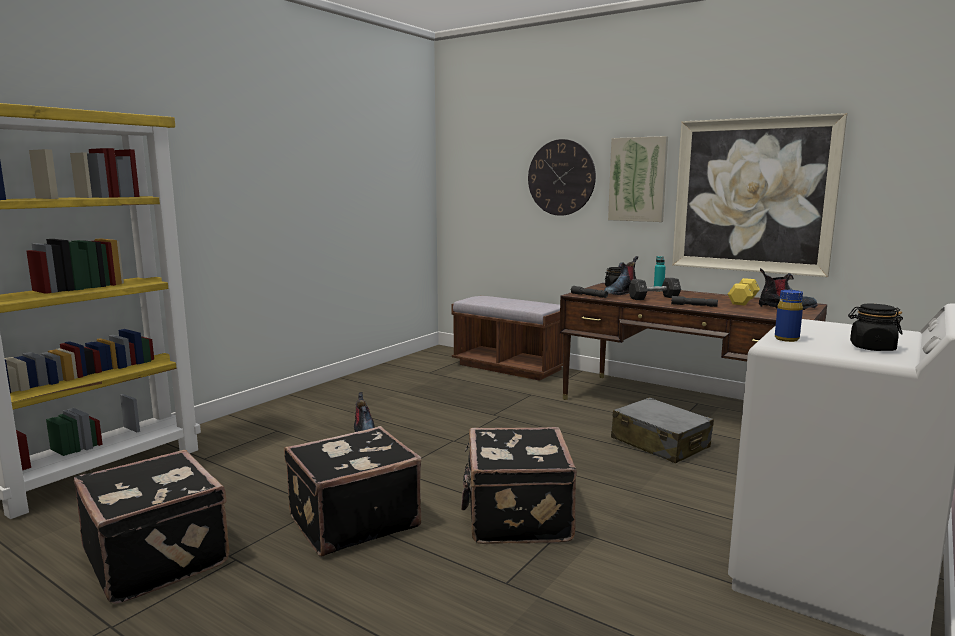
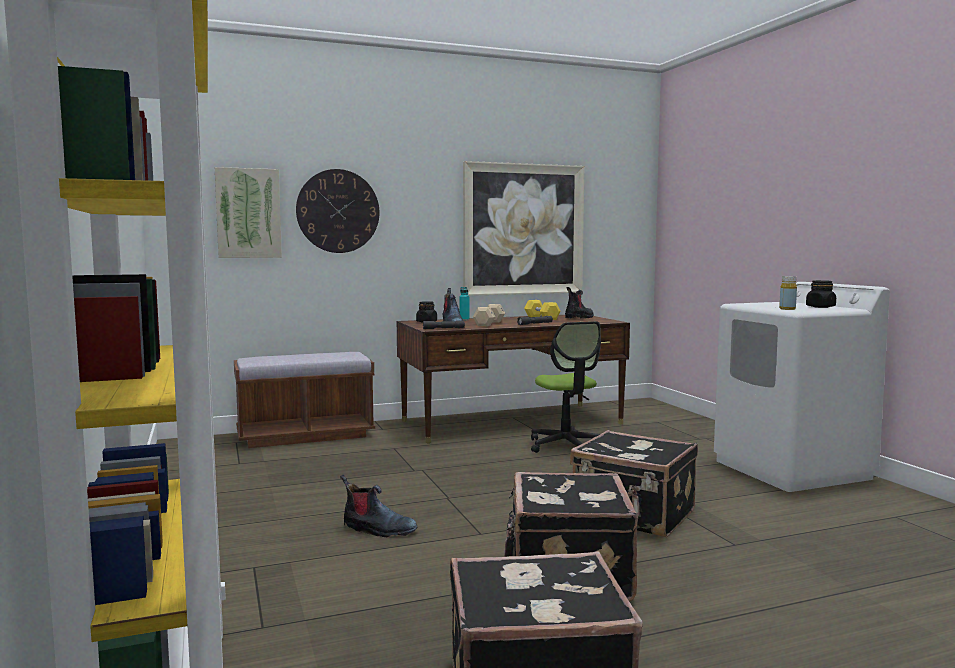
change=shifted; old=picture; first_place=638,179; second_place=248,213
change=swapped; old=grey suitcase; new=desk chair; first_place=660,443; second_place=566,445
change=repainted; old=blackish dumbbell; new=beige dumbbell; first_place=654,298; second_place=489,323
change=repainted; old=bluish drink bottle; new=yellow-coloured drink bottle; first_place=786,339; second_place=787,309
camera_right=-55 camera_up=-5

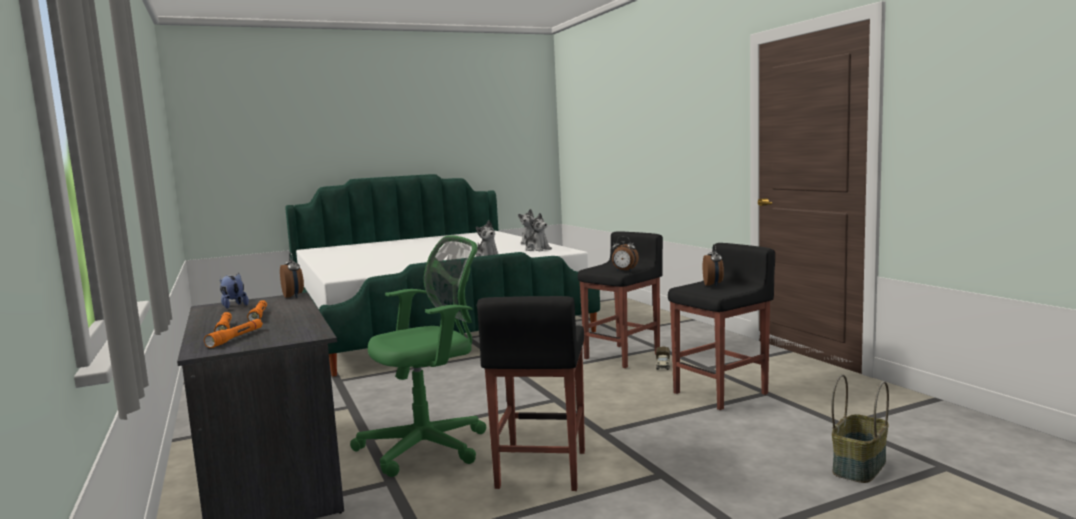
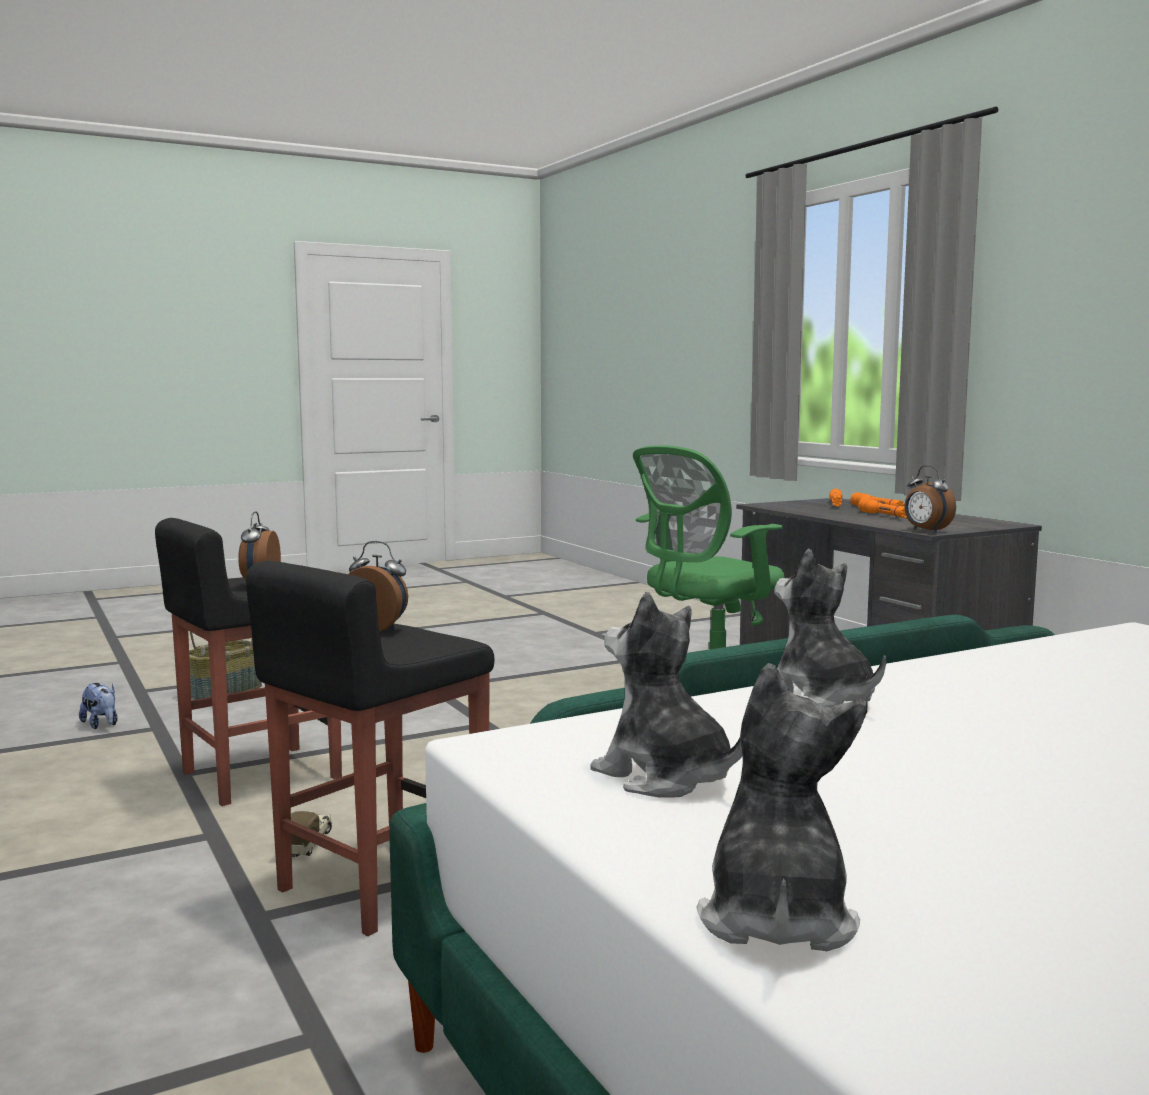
change=shifted; old=cuddly toy; first_place=233,306; second_place=101,725
change=gone; old=blackish sitting stool; first_place=541,470
camera_right=175 camera_up=0

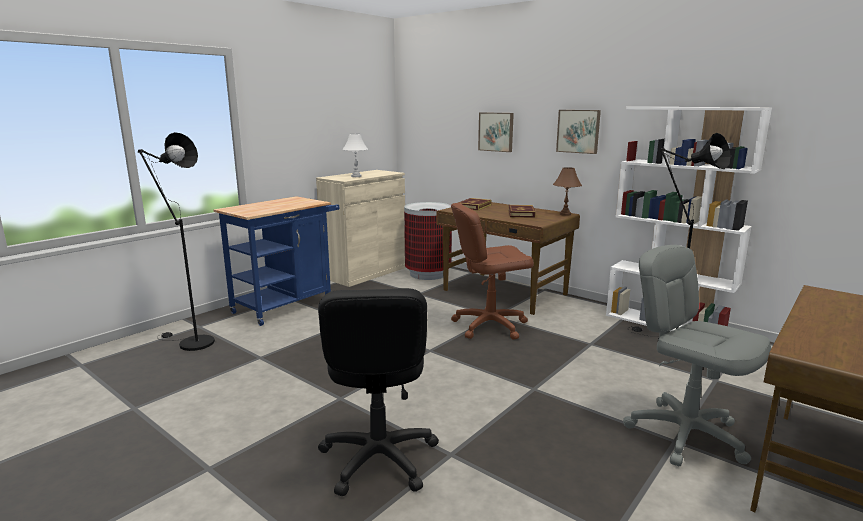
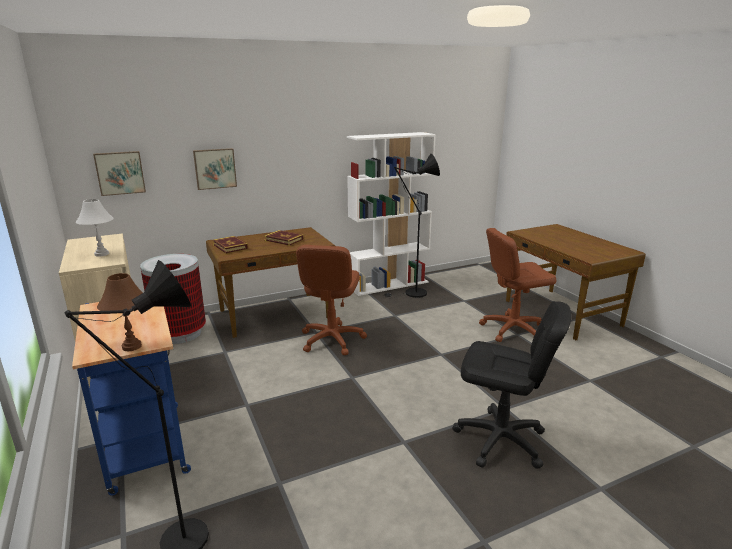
change=shifted; old=brown table lamp; first_place=565,214; second_place=132,347
change=shifted; old=picture; first_place=578,131; second_place=120,173
change=repainted; old=grey desk chair; new=brown desk chair; first_place=685,434; second_place=512,329
camera_right=-65 camera_up=5

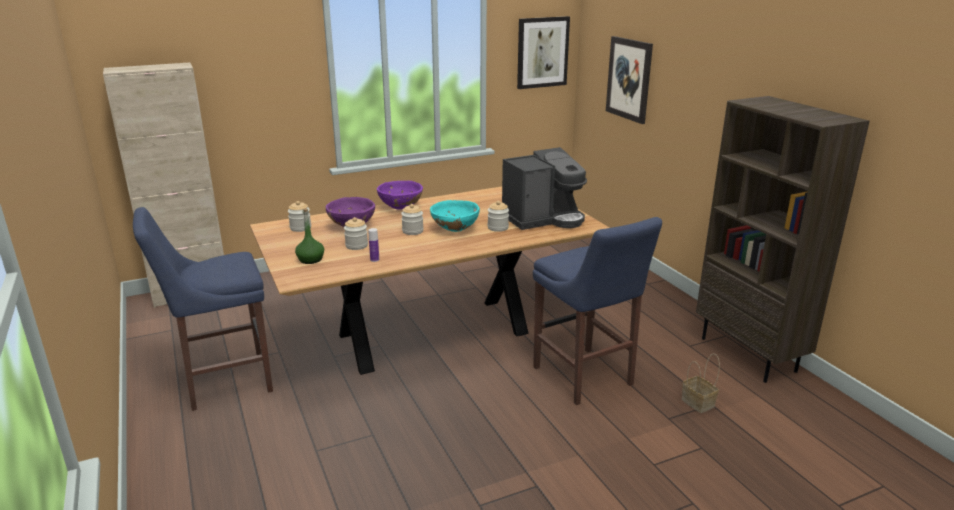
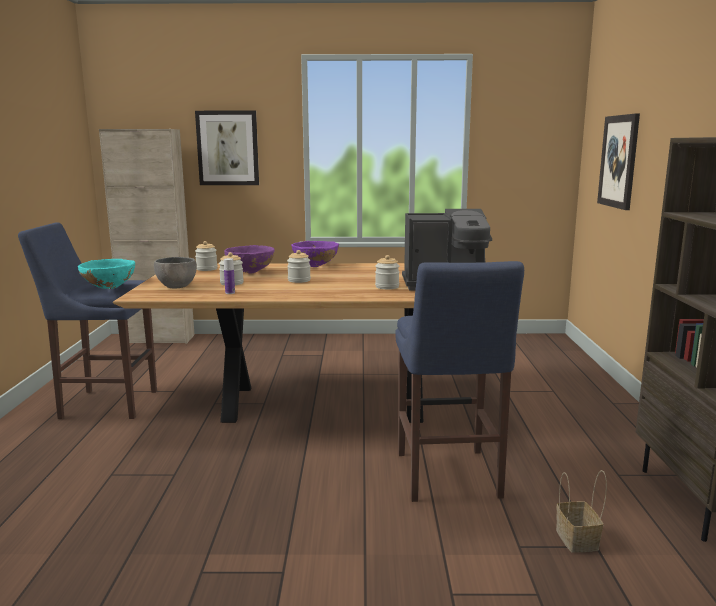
change=swapped; old=greenish drink bottle; new=grey deep dish; first_place=311,259; second_place=177,286
change=shifted; old=turquoise deep dish; first_place=455,230; second_place=109,288
change=shifted; old=picture; first_place=542,52; second_place=228,148
camera_right=25 camera_up=-10

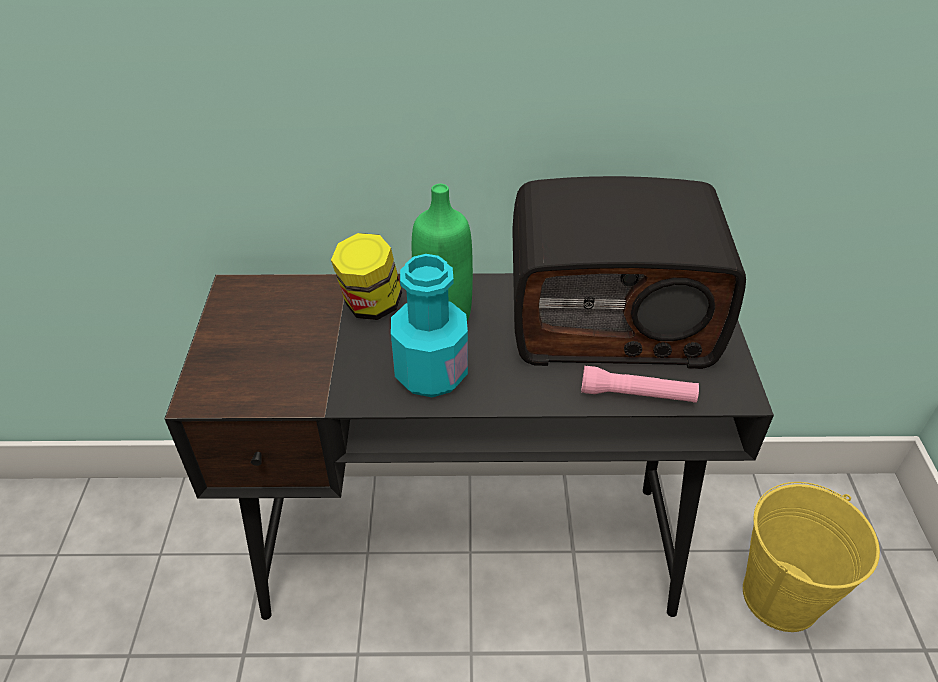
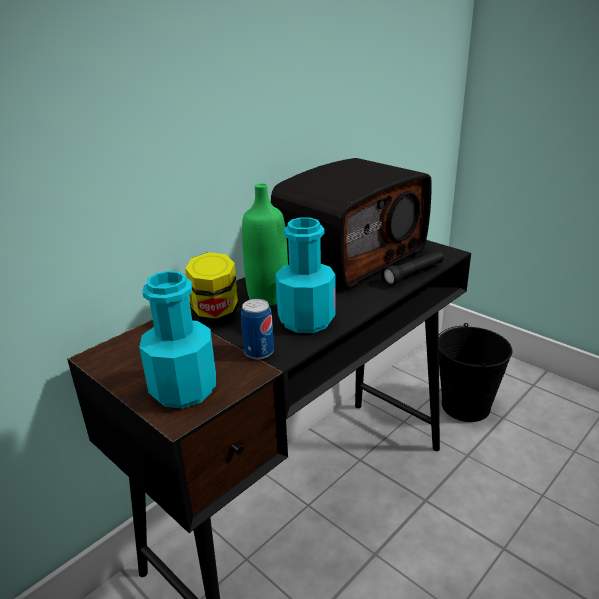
change=repainted; old=pink flashlight; new=blackish flashlight; first_place=637,395; second_place=413,274
change=repainted; old=yellow-coloured water bucket; new=blackish water bucket; first_place=781,596; second_place=466,406
change=new; new=turquoise drink bottle; second_place=184,389
change=new; new=can; second_place=259,352
camera_right=-45 camera_up=-15

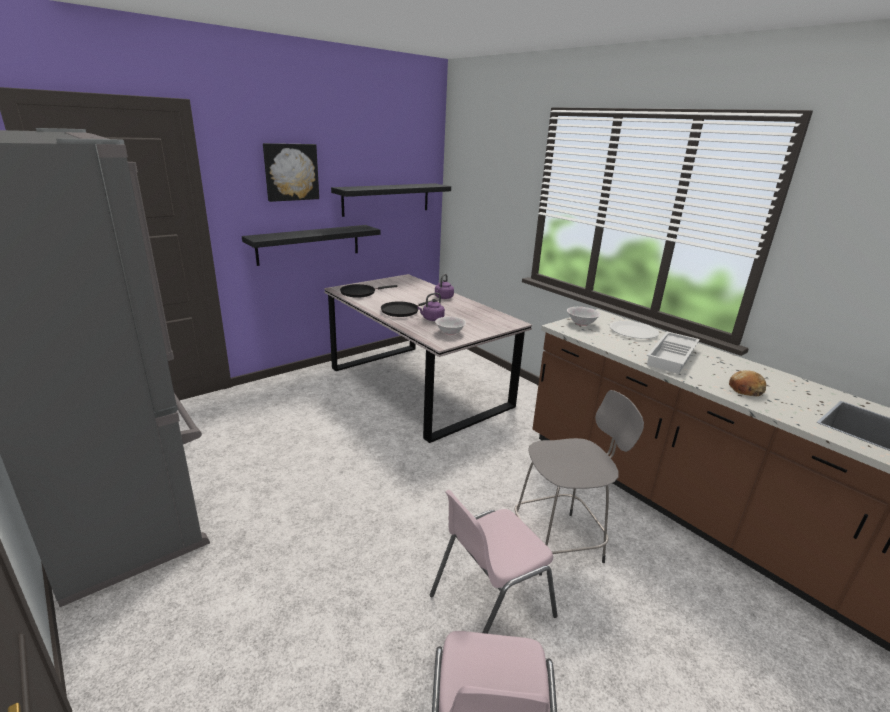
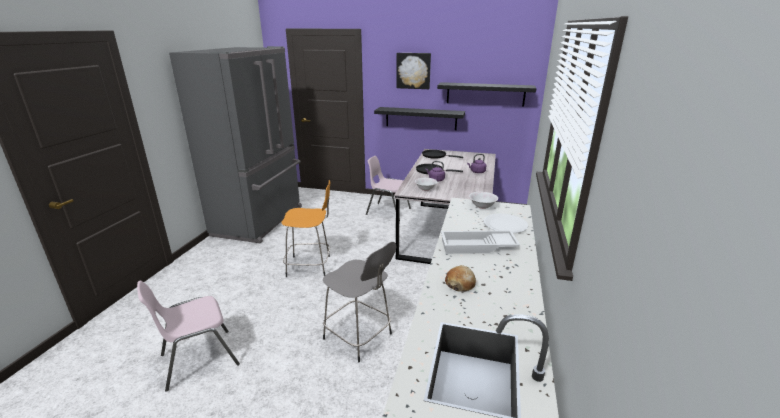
change=shifted; old=pink upright chair; first_place=489,605; second_place=387,211
change=new; new=orange-coloured sitting stool; second_place=310,266
camera_right=55 camera_up=0

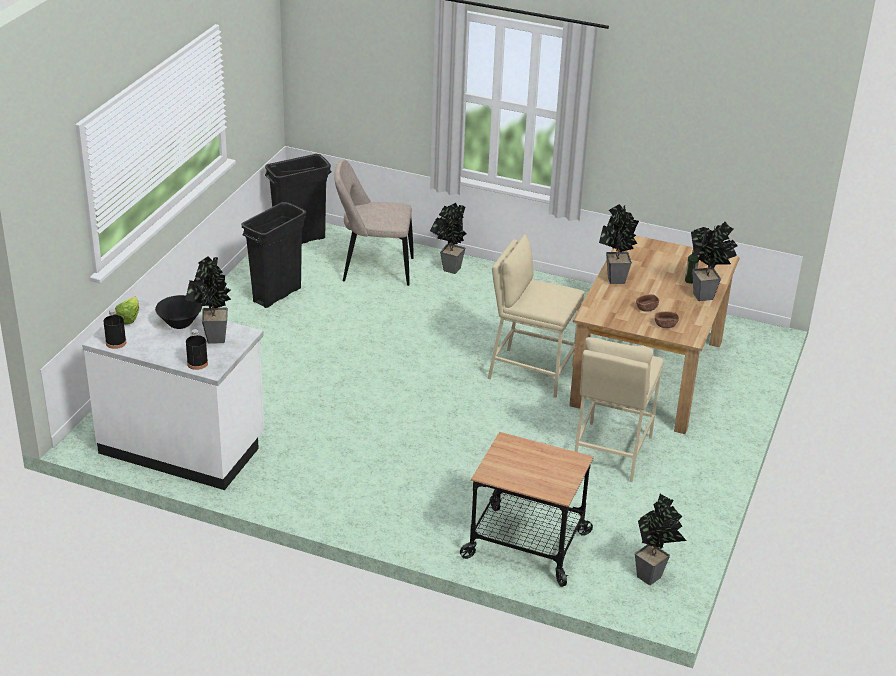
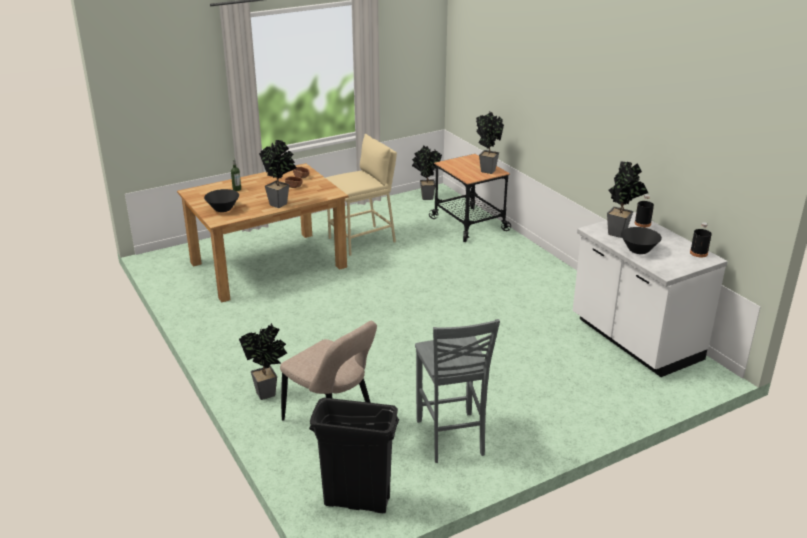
change=gone; old=head of lettuce; first_place=128,318
change=swapped; old=blackish trash can; new=grey upright chair; first_place=277,295; second_place=451,438
change=gone; old=beige sitting stool; first_place=531,372
change=shifted; old=houseplant; first_place=707,297; second_place=486,170
change=new; new=blackish deep dish; second_place=223,209
camera_right=-140 camera_up=-5

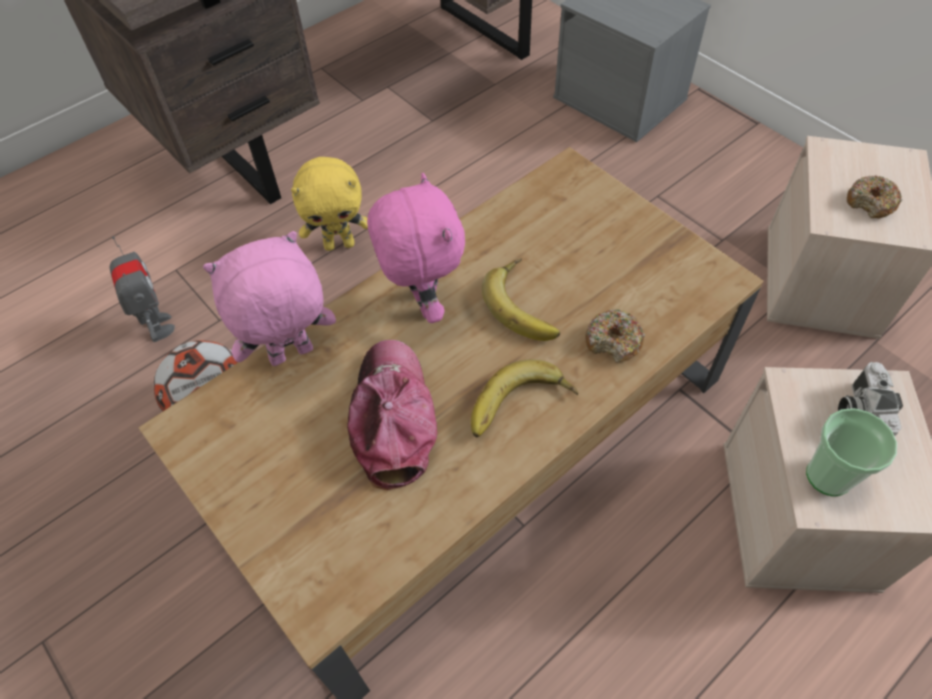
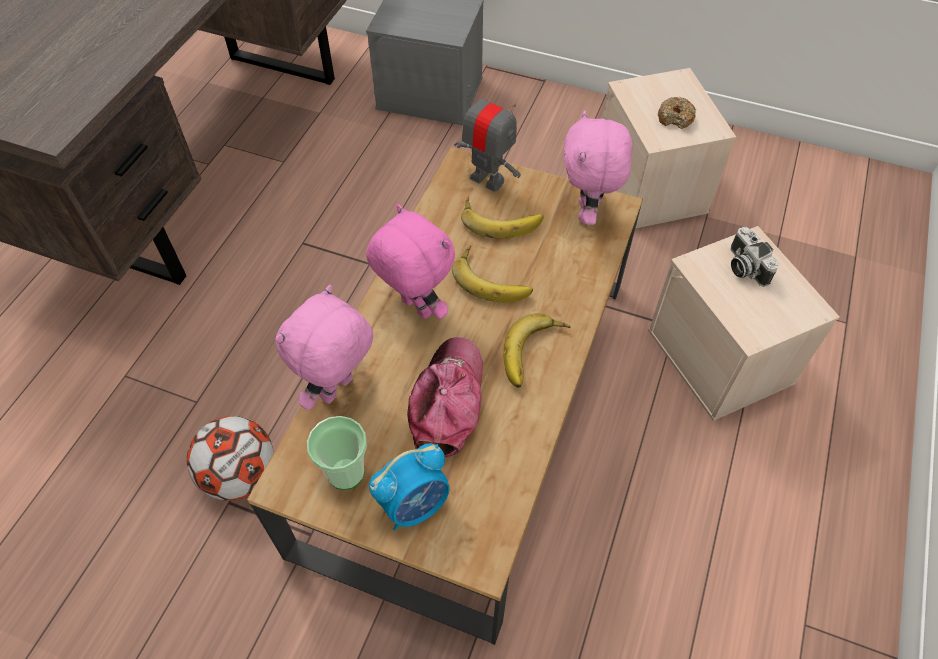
change=shifted; old=toy robot; first_place=158,326; second_place=487,180
change=gone; old=yellow-coloured cuddly toy; first_place=340,244
change=rotated; old=baseball cap; first_place=393,418; second_place=447,401; degrees=45
change=gone; old=doughnut; first_place=613,342
change=shifted; old=small cup; first_place=828,476; second_place=345,472
change=new; new=table clock; second_place=414,504
change=new; new=whole banana; second_place=501,219
change=new; new=pink cuddly toy; second_place=588,213
camera_right=-30 camera_up=0

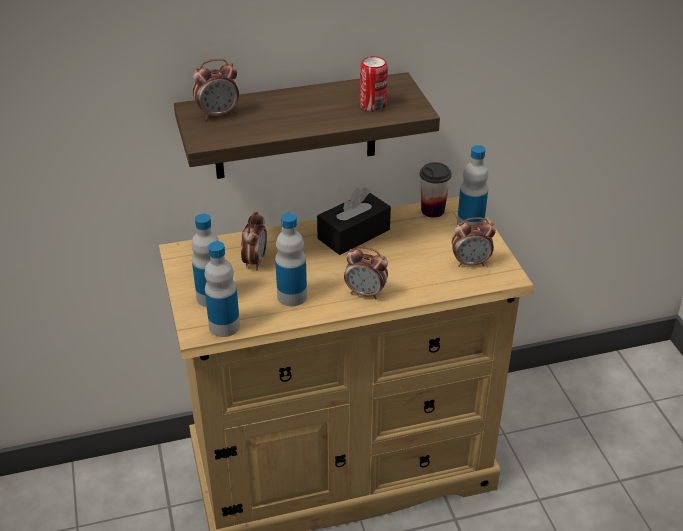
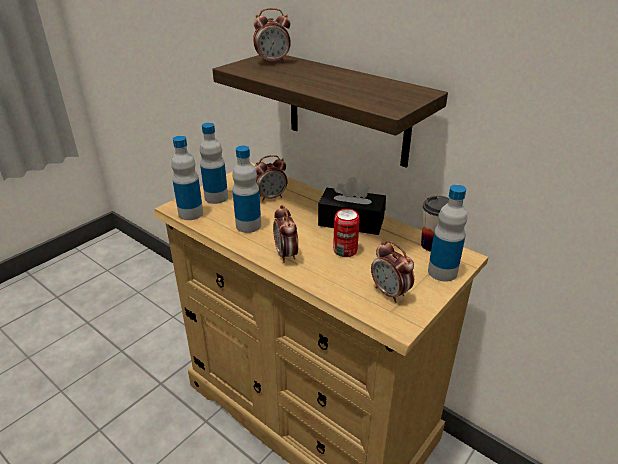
change=rotated; old=table clock; first_place=218,114; second_place=273,62; degrees=-45
change=shifted; old=can; first_place=373,105; second_place=345,251
camera_right=55 camera_up=-5

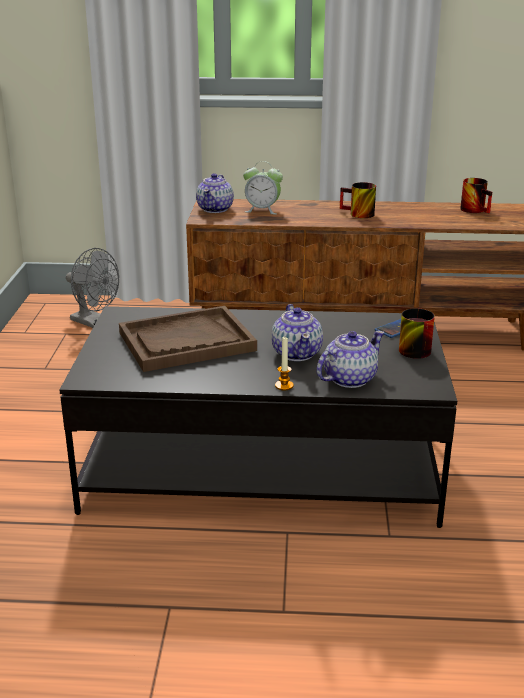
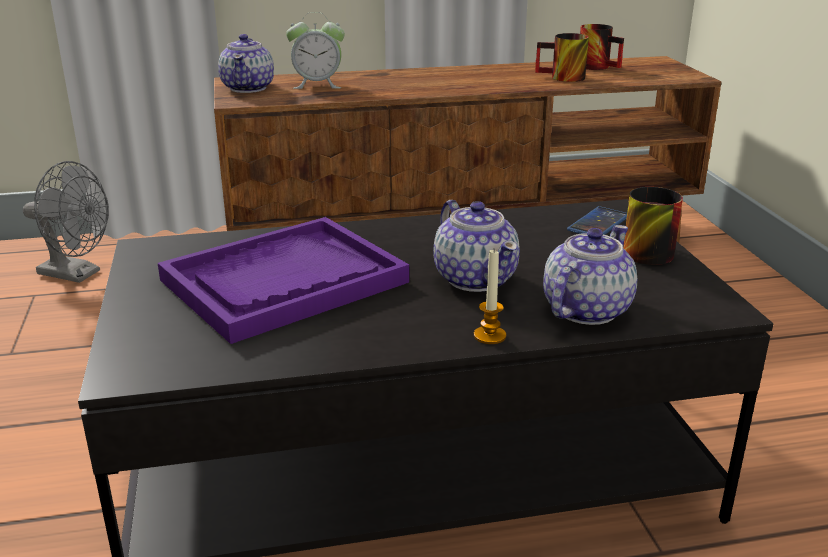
change=repainted; old=brown carrying tray; new=purplish carrying tray; first_place=186,342; second_place=284,282
change=shifted; old=tea mug; first_place=357,214; second_place=561,78
camera_right=-15 camera_up=0

